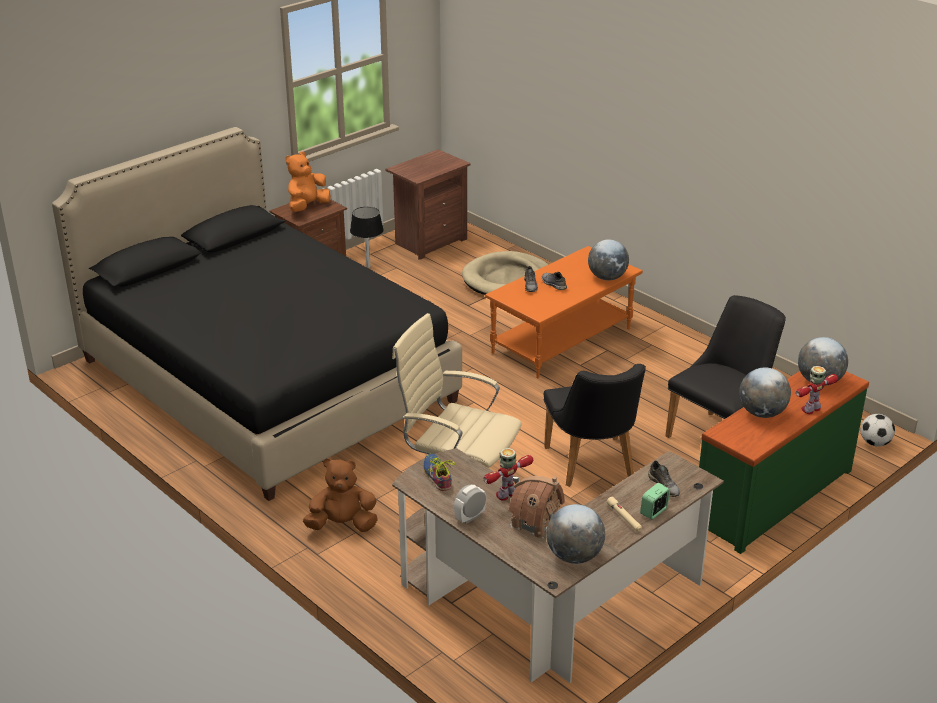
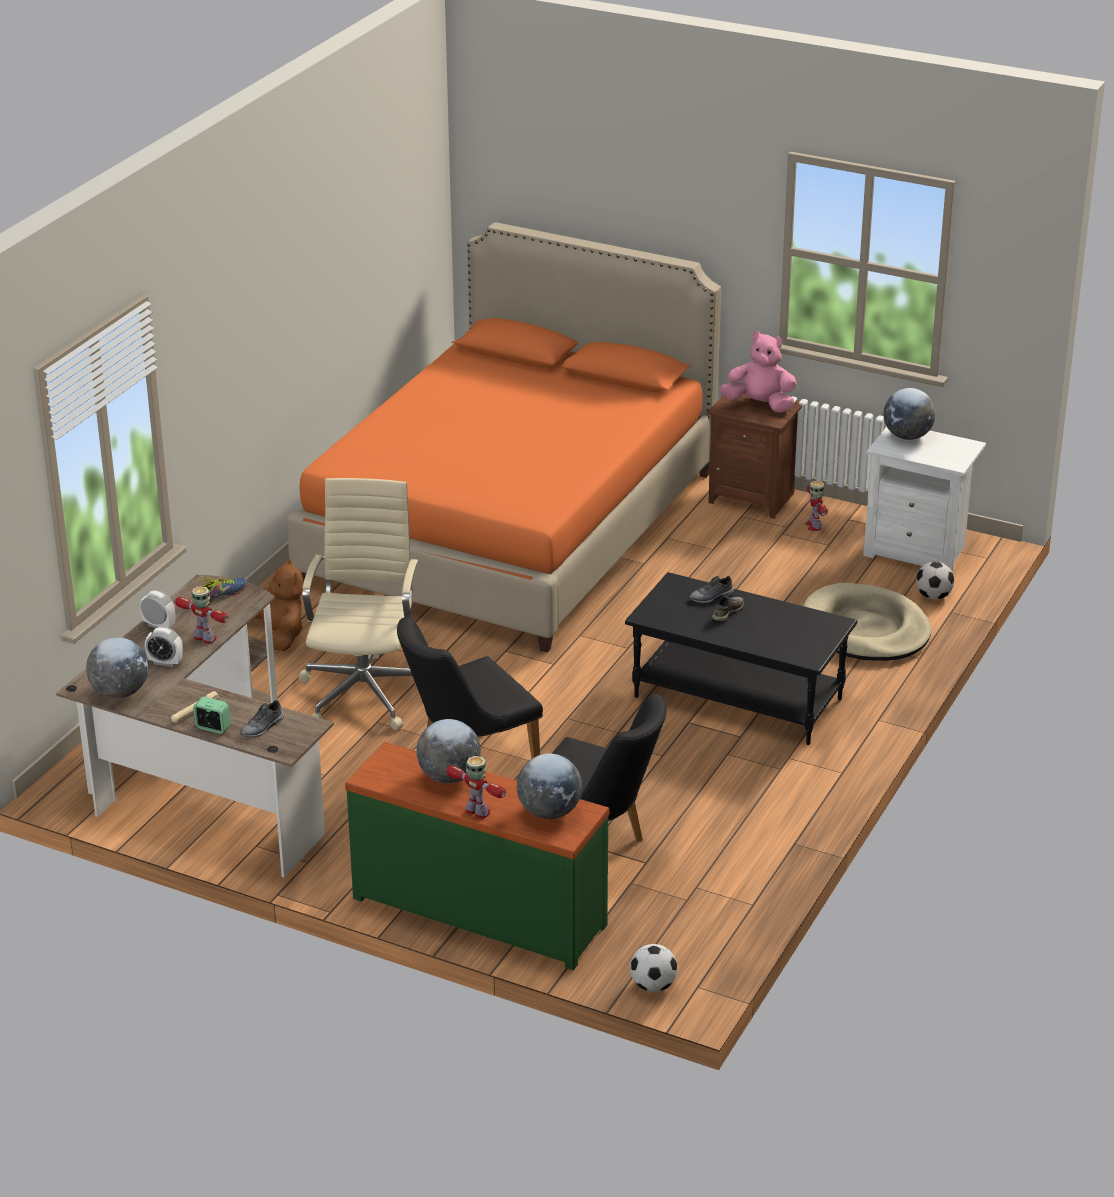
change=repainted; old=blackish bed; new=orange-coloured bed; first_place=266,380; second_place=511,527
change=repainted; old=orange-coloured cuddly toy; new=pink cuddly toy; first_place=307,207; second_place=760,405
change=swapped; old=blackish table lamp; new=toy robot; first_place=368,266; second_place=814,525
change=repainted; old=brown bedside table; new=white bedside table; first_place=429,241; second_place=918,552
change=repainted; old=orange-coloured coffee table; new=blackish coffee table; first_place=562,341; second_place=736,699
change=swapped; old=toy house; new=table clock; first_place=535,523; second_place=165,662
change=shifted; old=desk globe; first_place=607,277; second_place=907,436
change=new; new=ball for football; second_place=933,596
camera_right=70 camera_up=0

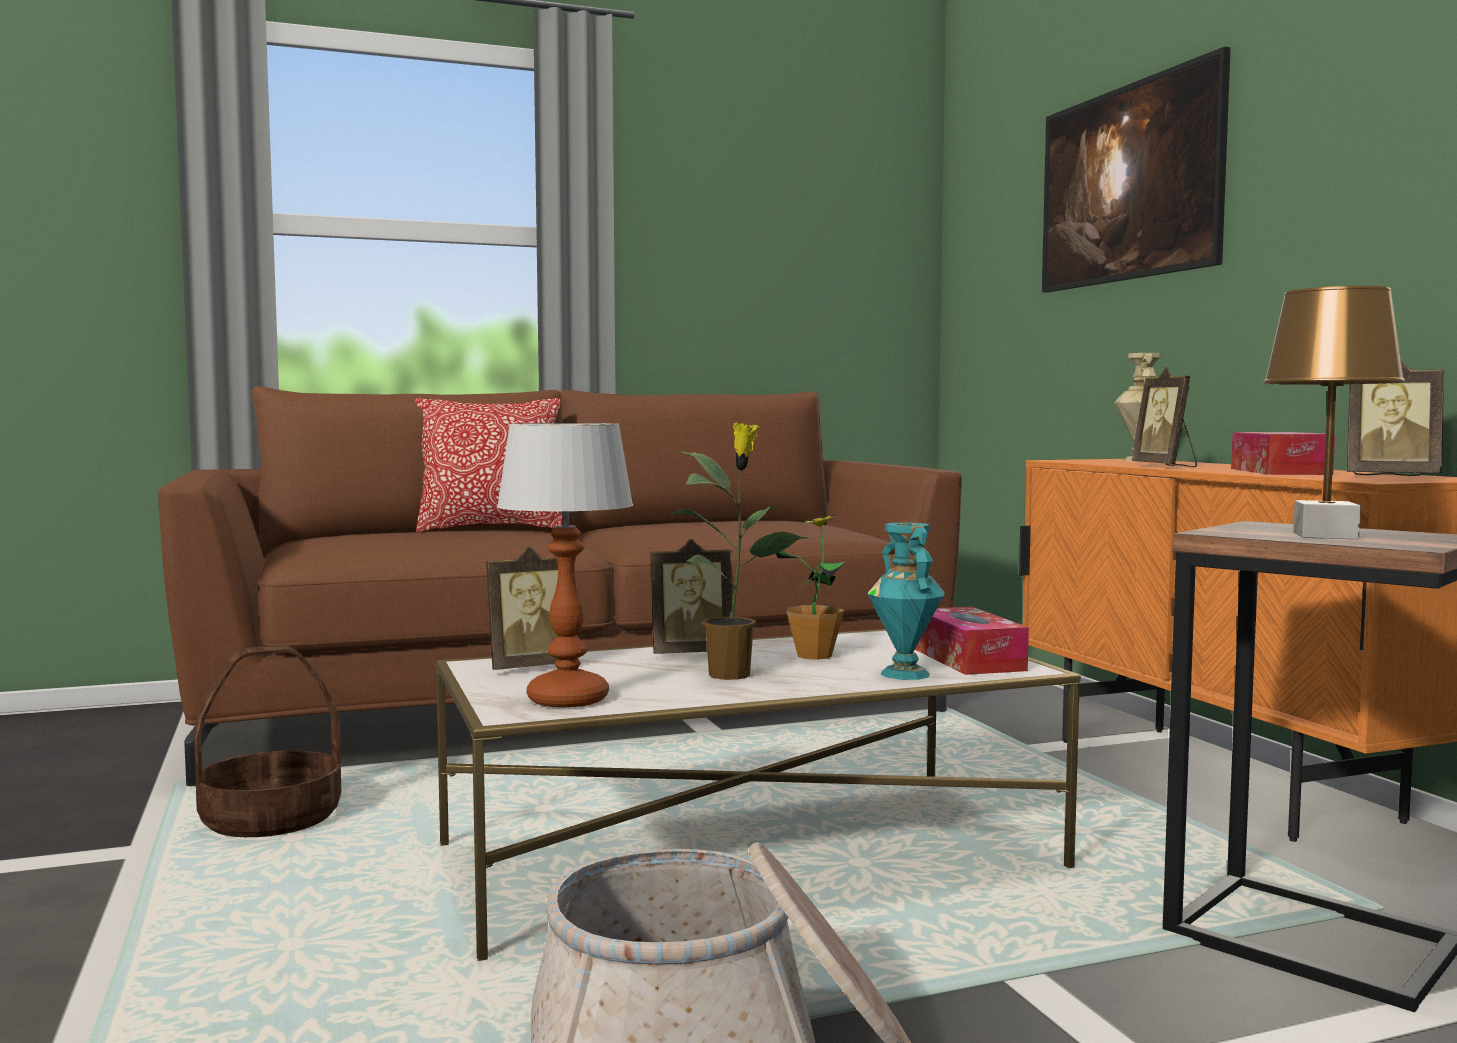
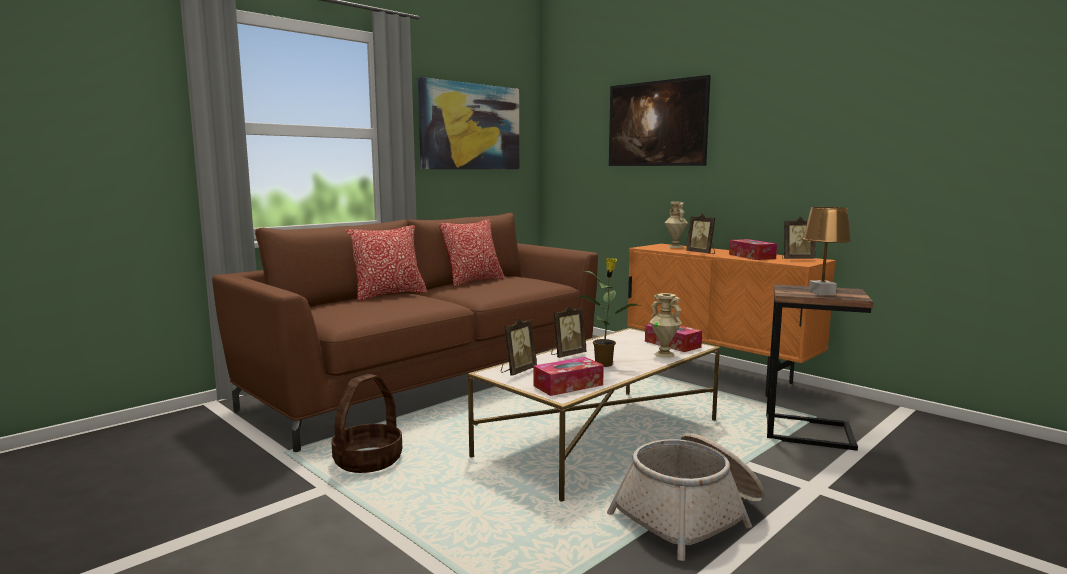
change=swapped; old=table lamp; new=tissue holder; first_place=569,699; second_place=568,385
change=gone; old=houseplant; first_place=814,655
change=repainted; old=turquoise vase; new=beige vase; first_place=906,674; second_place=664,354
change=new; new=picture; second_place=470,127
change=new; new=throw pillow; second_place=473,281
camera_right=-25 camera_up=5

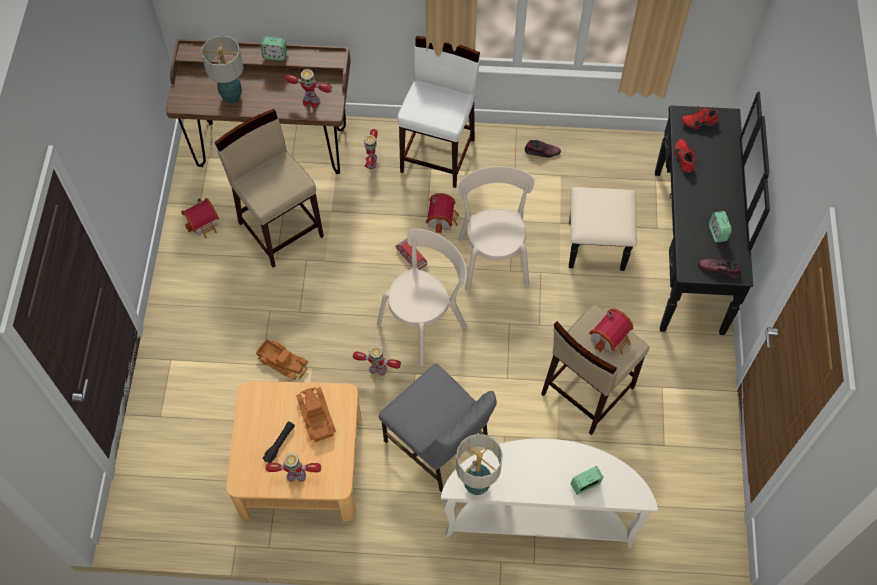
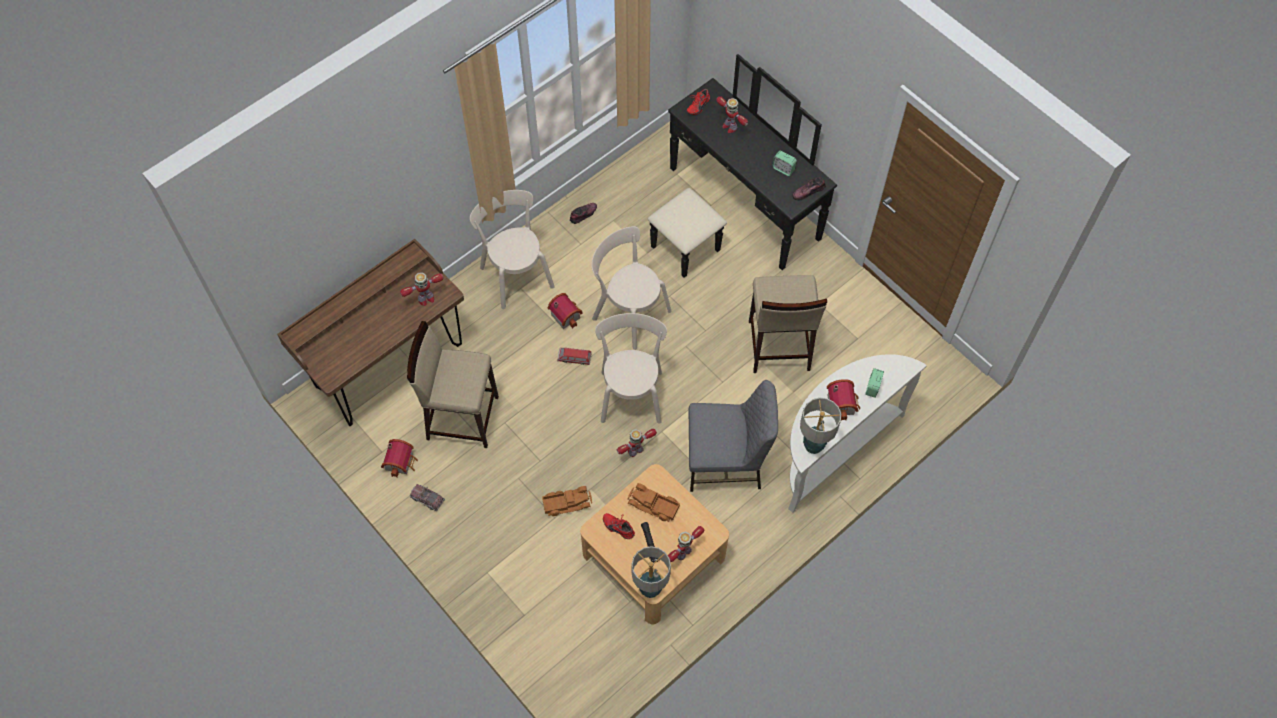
change=shifted; old=table lamp; first_place=232,96; second_place=651,589
change=gone; old=table clock; first_place=275,55
change=shifted; old=toy robot; first_place=371,162; second_place=729,126
change=swapped; old=white sitting stool; new=beige upright chair; first_place=438,155; second_place=515,274
change=shifted; old=toy house; first_place=611,337; second_place=842,403
change=shifted; old=red low shoe; first_place=684,159; second_place=619,527
change=new; new=toy truck; second_place=427,499
camera_right=-45 camera_up=0

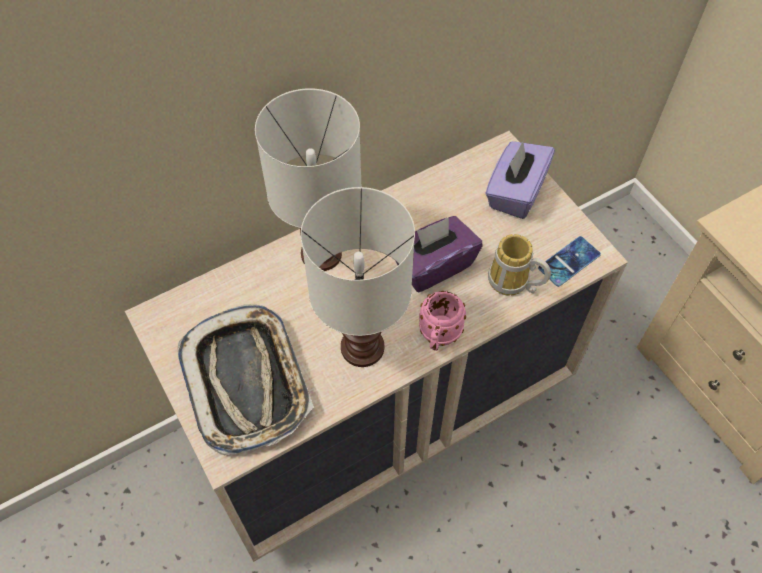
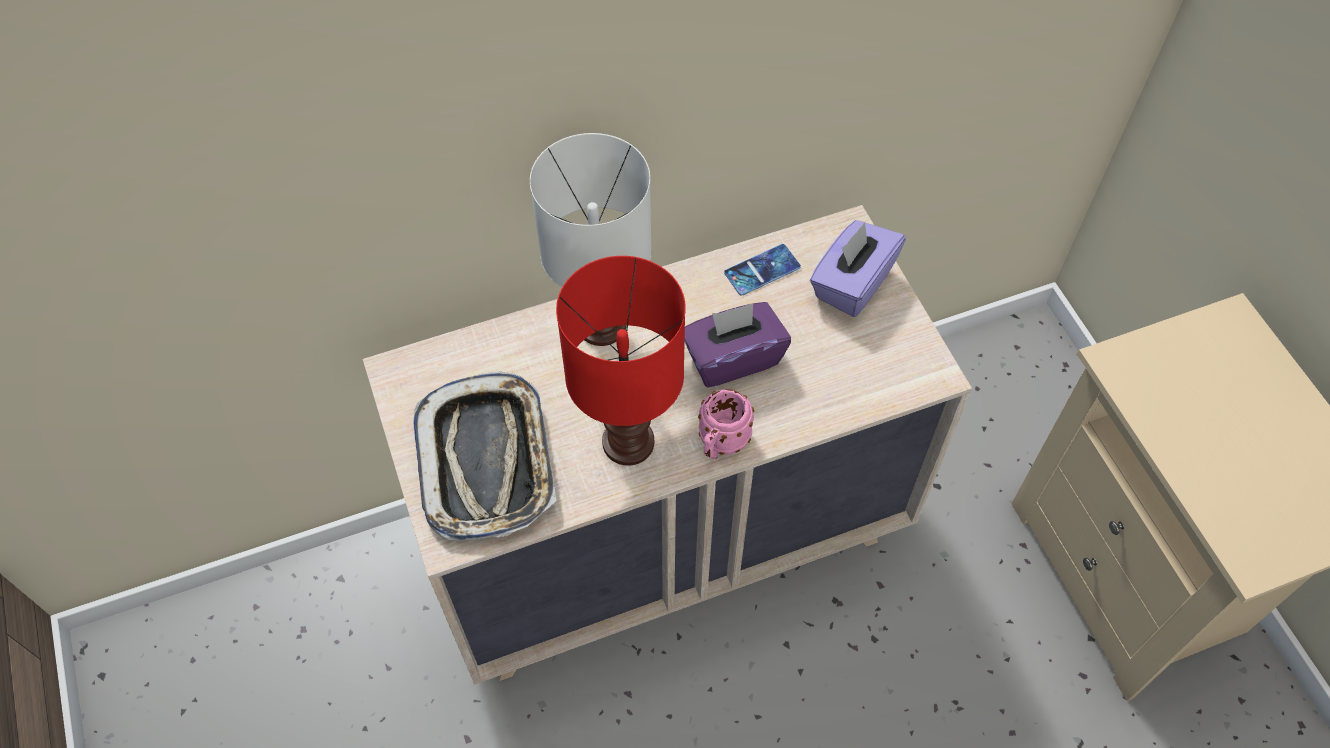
change=repainted; old=white table lamp; new=red table lamp; first_place=363,346; second_place=629,441
change=gone; old=tea mug; first_place=512,284
change=shifted; old=telephone; first_place=569,261; second_place=762,270
camera_right=10 camera_up=0

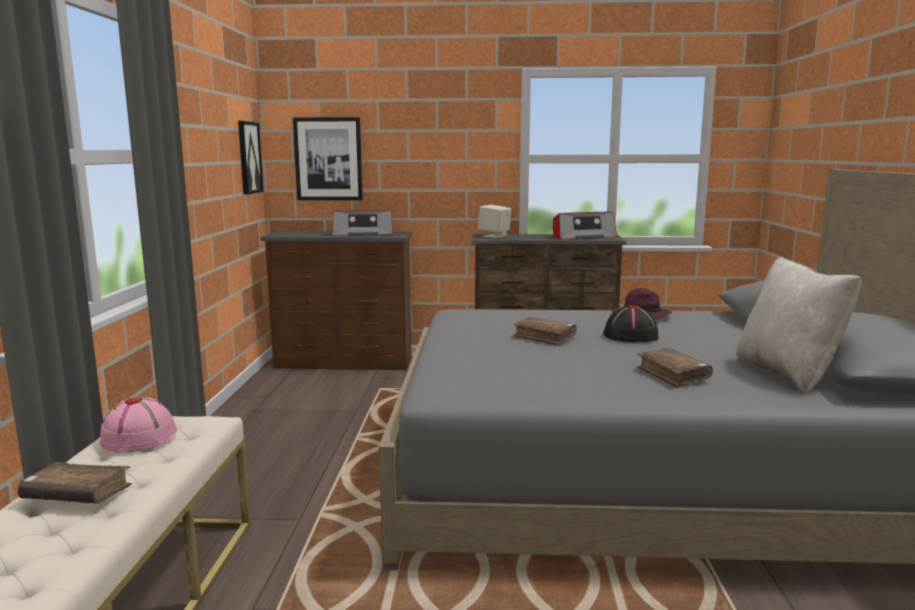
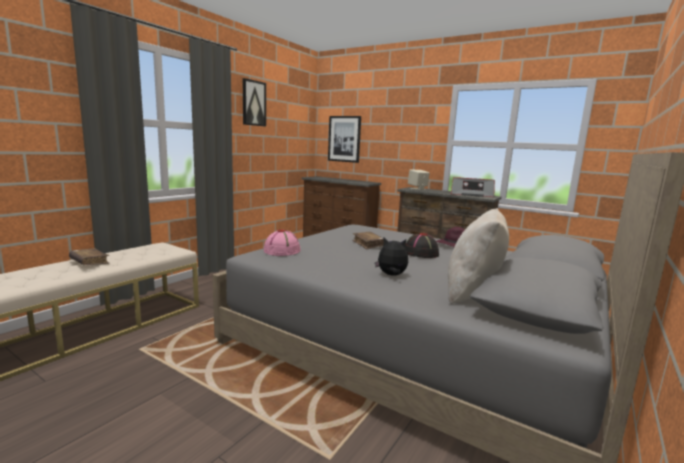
change=shifted; old=pink wearable hat; first_place=139,437; second_place=282,250
change=shifted; old=picture; first_place=249,157; second_place=253,103
change=gone; old=radio receiver; first_place=363,234
change=swapped; old=brown book; new=cuddly toy; first_place=673,375; second_place=391,275
camera_right=30 camera_up=0

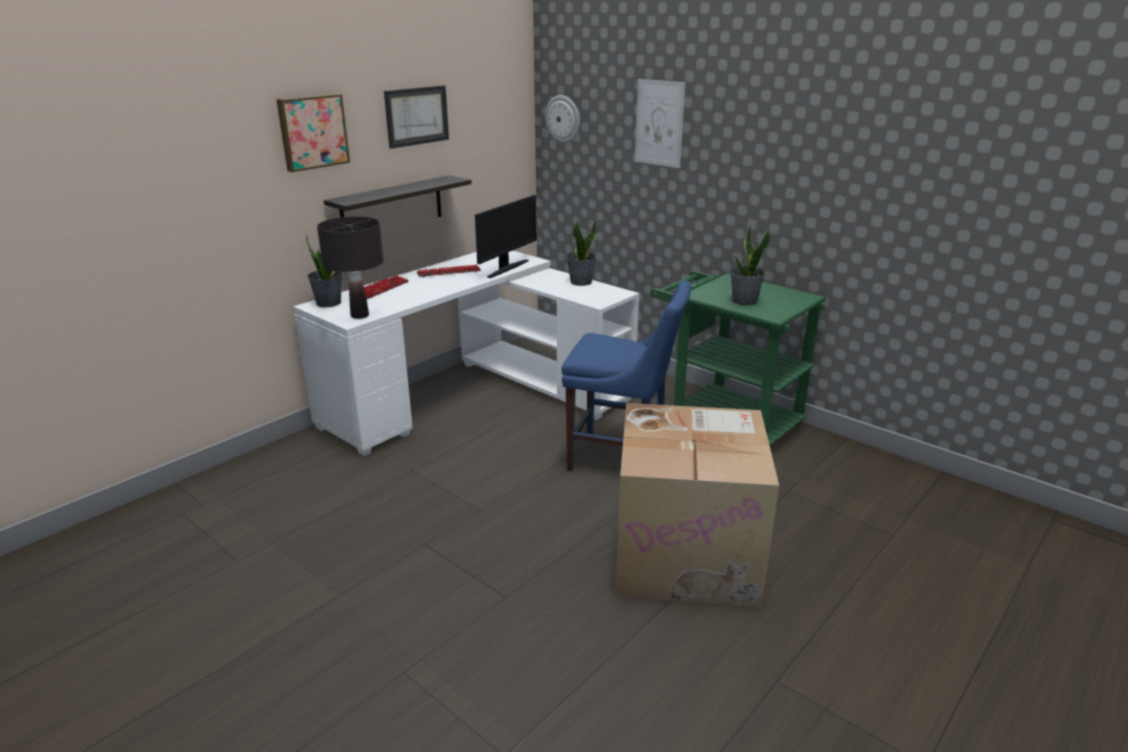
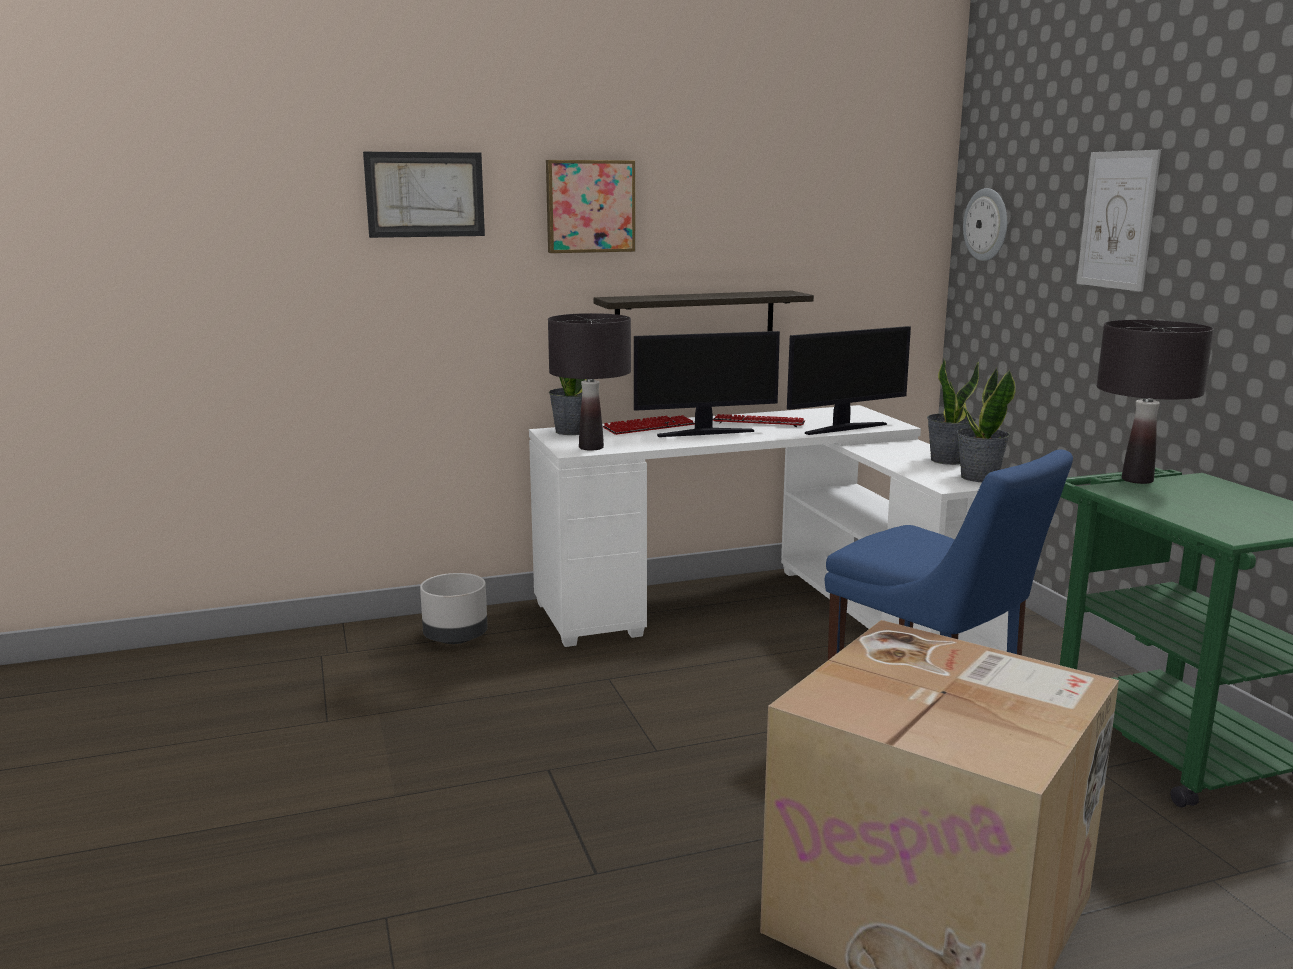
change=shifted; old=picture; first_place=417,116; second_place=425,194
change=shifted; old=houseplant; first_place=744,301; second_place=979,477
change=new; new=grey flower pot; second_place=456,638
change=new; new=computer screen; second_place=705,433
change=new; new=blackish table lamp; second_place=1136,480
camera_right=30 camera_up=-10

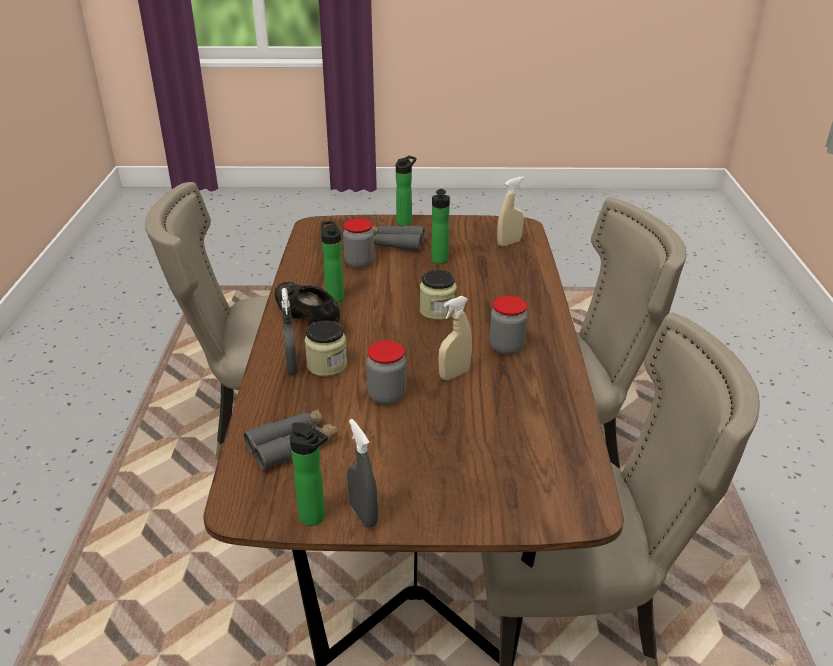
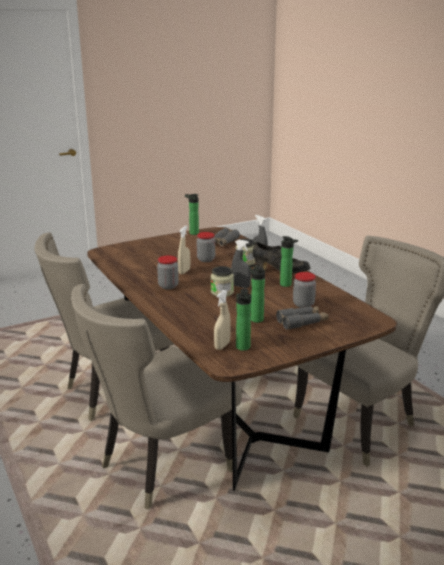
change=shifted; old=grey sprayer; first_place=363,515; second_place=240,286
change=shifted; old=drink bottle; first_place=405,222; second_place=242,348
camera_right=150 camera_up=-10

